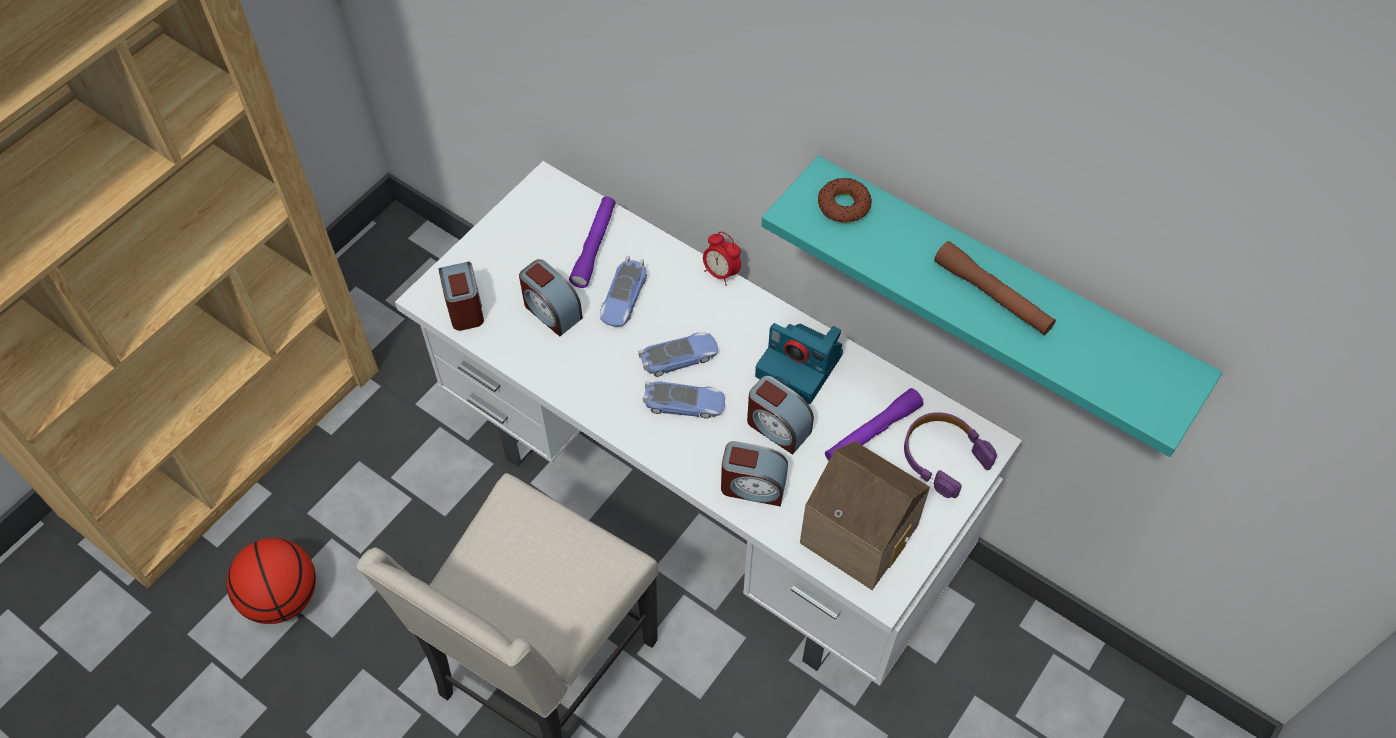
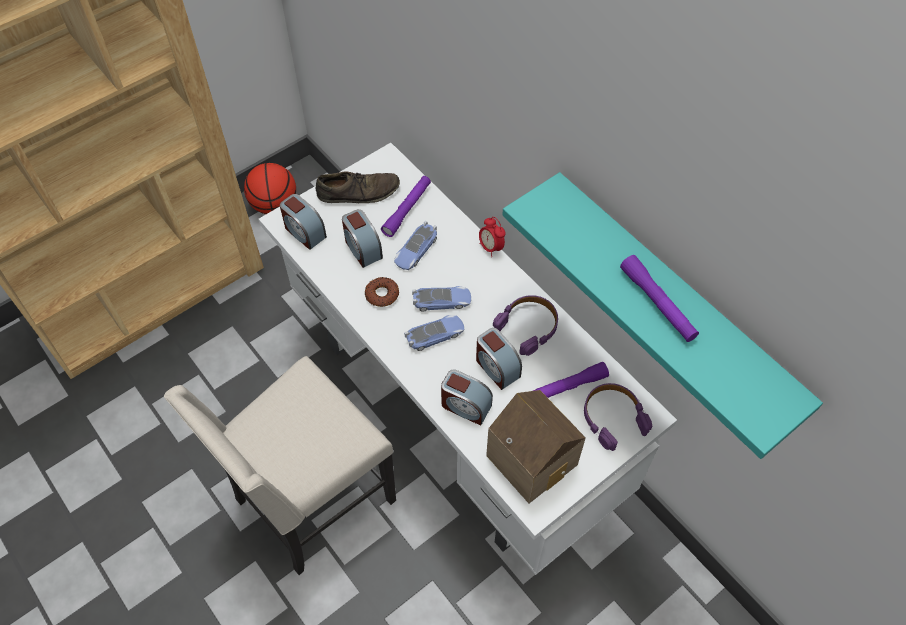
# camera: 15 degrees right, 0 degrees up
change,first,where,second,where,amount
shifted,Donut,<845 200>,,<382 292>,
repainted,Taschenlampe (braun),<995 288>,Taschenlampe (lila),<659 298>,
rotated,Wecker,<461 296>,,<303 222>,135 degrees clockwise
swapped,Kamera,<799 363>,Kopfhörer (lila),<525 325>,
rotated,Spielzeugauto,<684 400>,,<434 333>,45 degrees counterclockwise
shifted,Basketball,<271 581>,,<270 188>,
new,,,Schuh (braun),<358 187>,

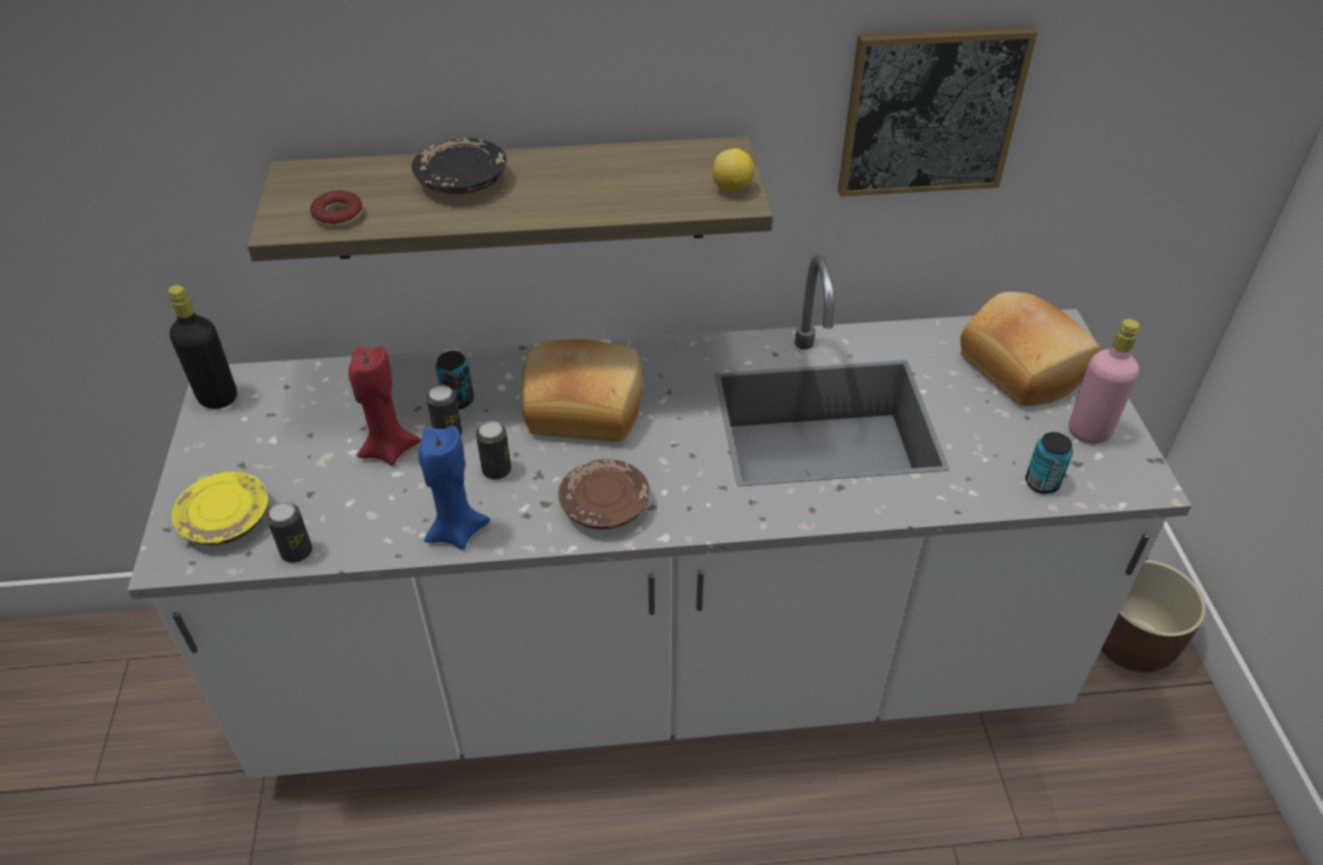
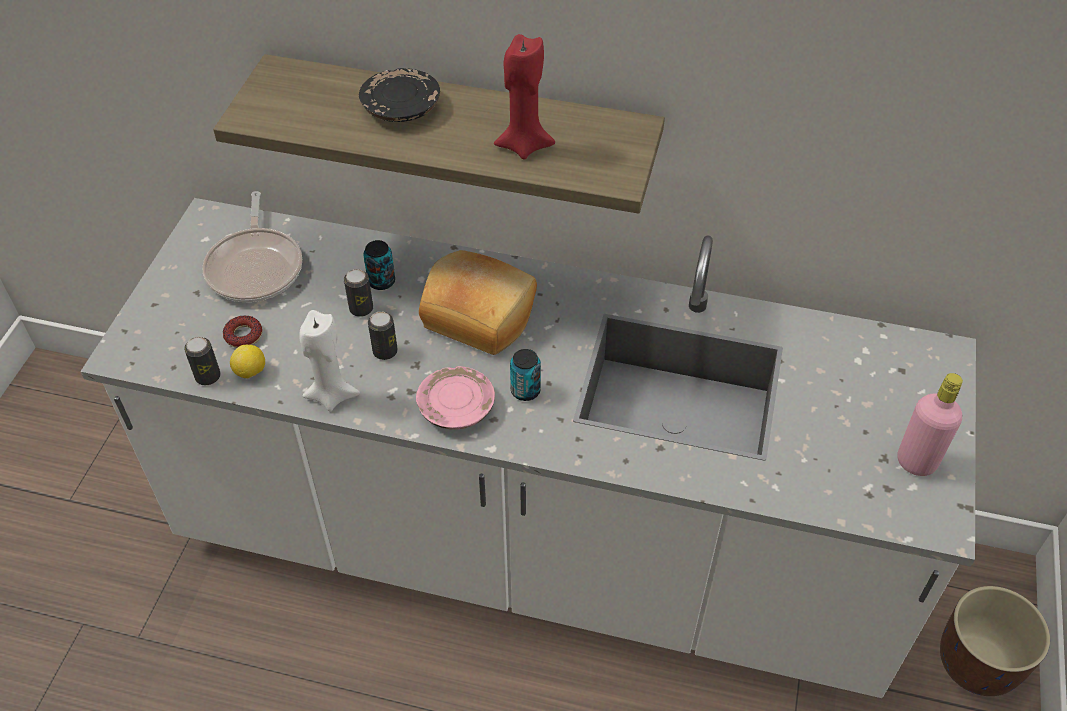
# camera: 20 degrees right, 5 degrees up
change,first,where,second,where,amount
gone,Bild,<938 111>,,,
shifted,Zitrone,<733 169>,,<247 362>,
shifted,Donut,<336 209>,,<242 331>,
gone,Flasche (schwarz),<202 347>,,,
gone,Brot,<1030 349>,,,
shifted,Kerze (rot),<385 405>,,<524 96>,
repainted,Kerze (blau),<454 487>,Kerze (weiß),<329 360>,
shifted,Dose,<1049 463>,,<525 375>,
repainted,Teller (braun),<604 494>,Teller (rosa),<455 398>,
gone,Teller (gelb),<220 509>,,,
new,,,Pfanne,<252 246>,

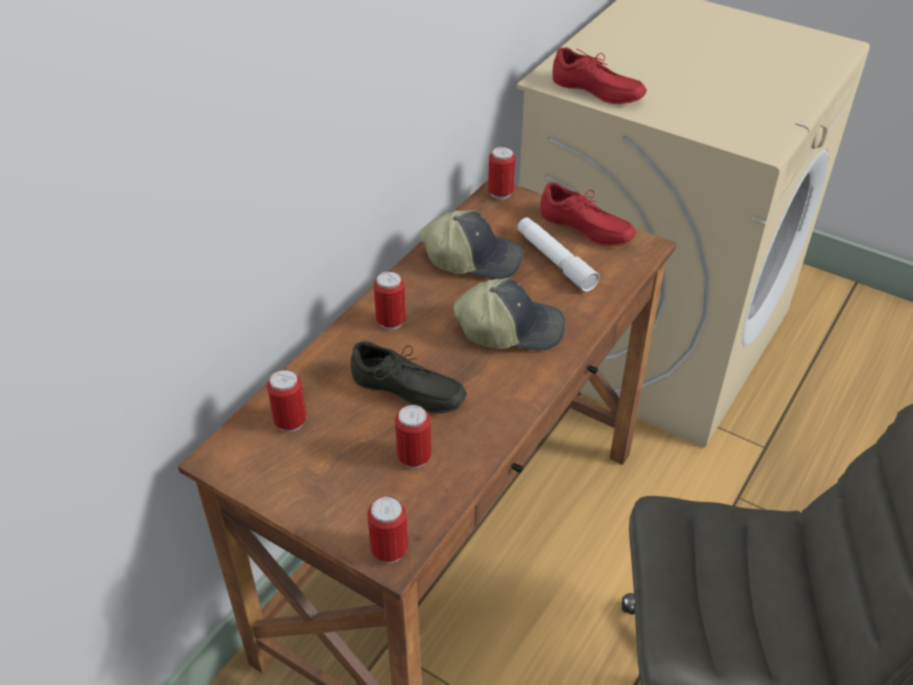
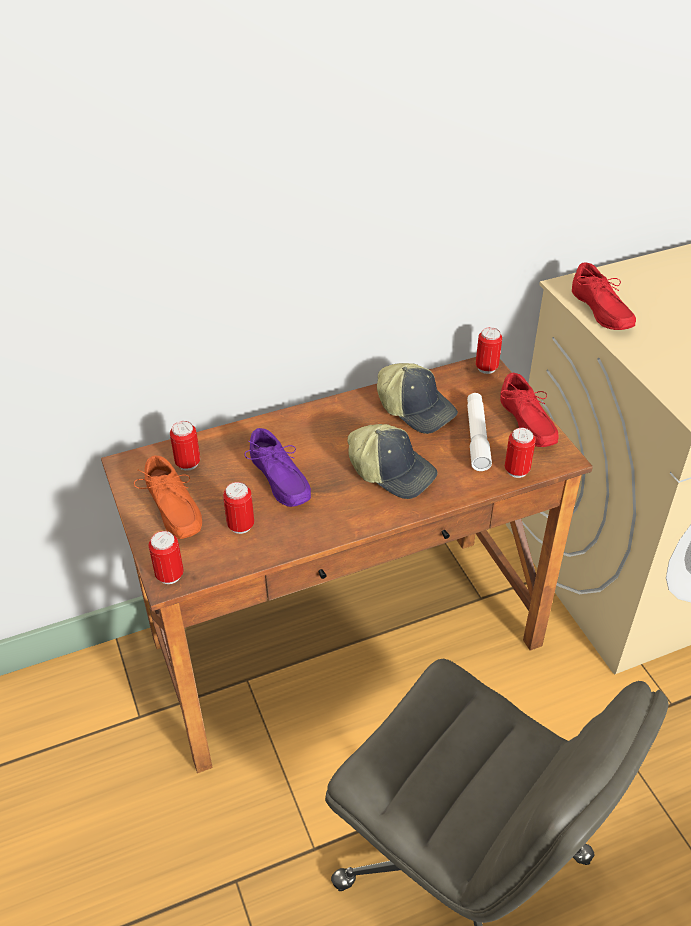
# camera: 35 degrees right, 0 degrees up
change,first,where,second,where,amount
shifted,Dose,<390 300>,,<520 453>,
repainted,Schuh (grau),<409 377>,Schuh (lila),<278 467>,
new,,,Schuh (orange),<168 497>,

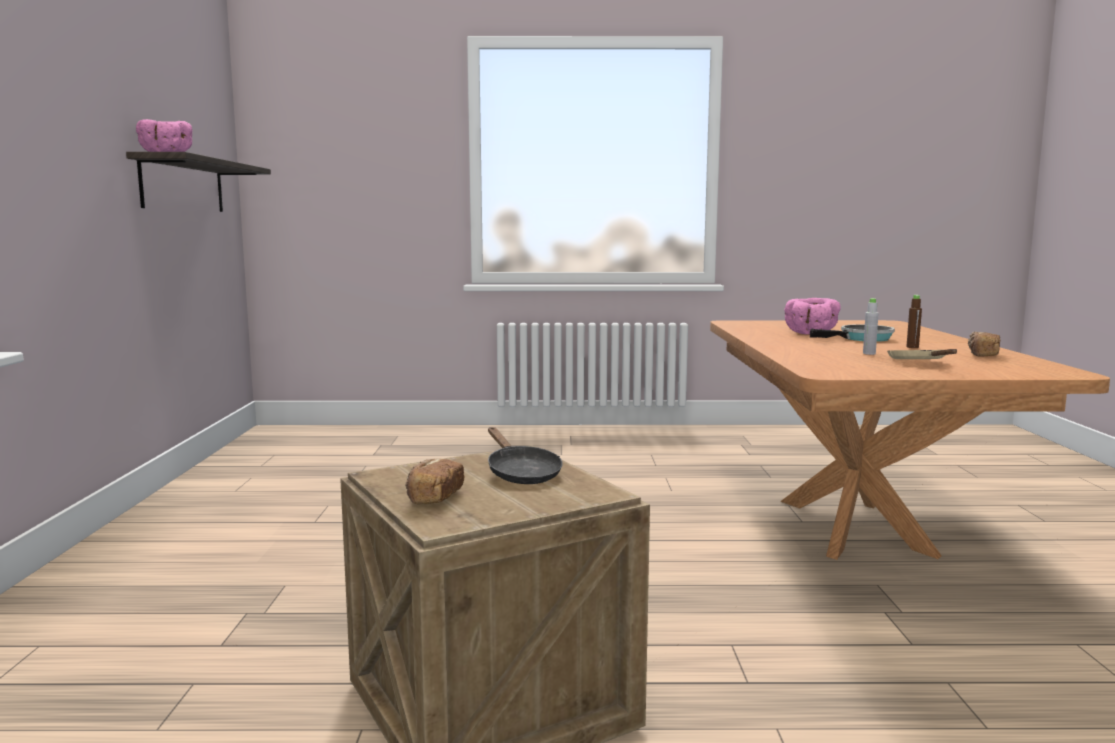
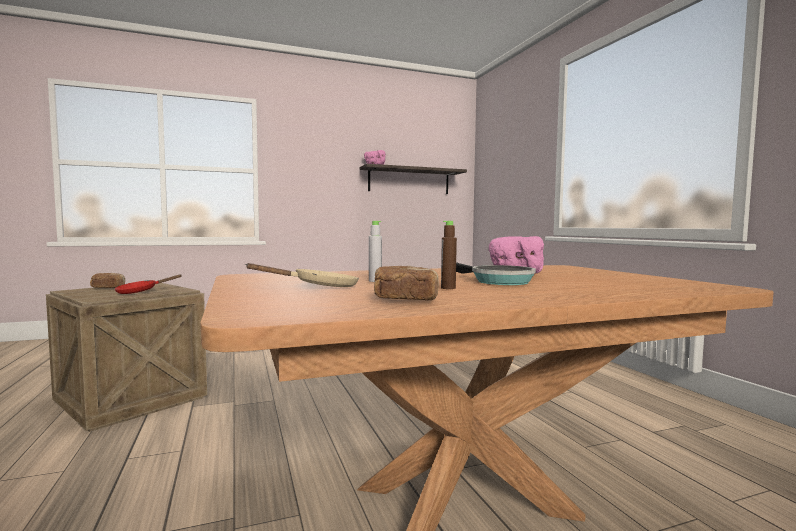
# camera: 70 degrees right, 5 degrees down
change,first,where,second,where,amount
repainted,Pfanne (schwarz),<525 455>,Pfanne (rot),<147 284>,

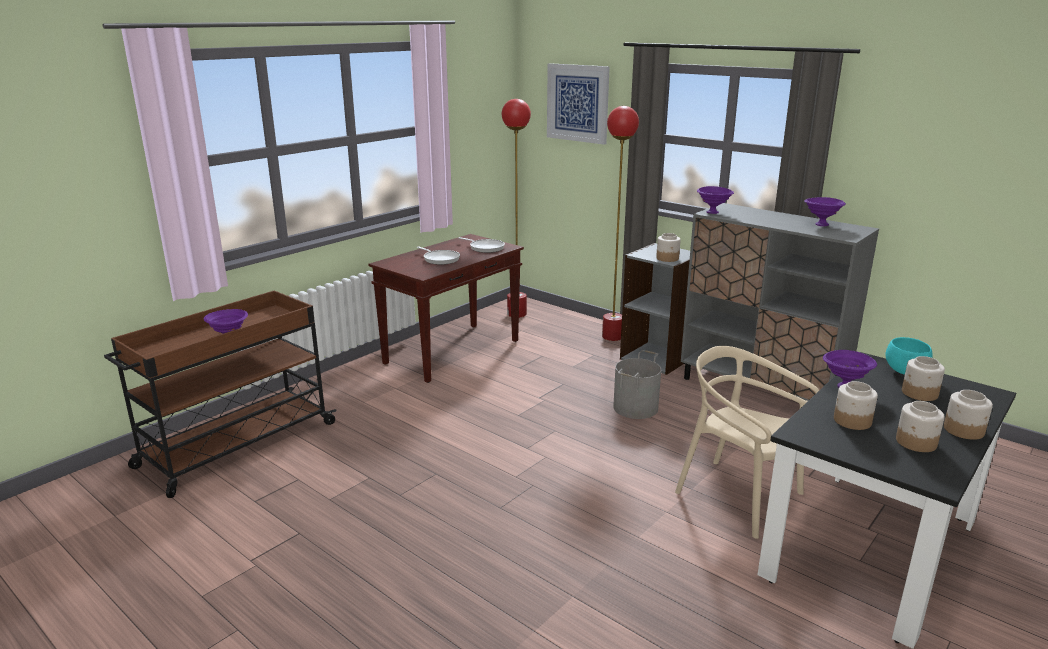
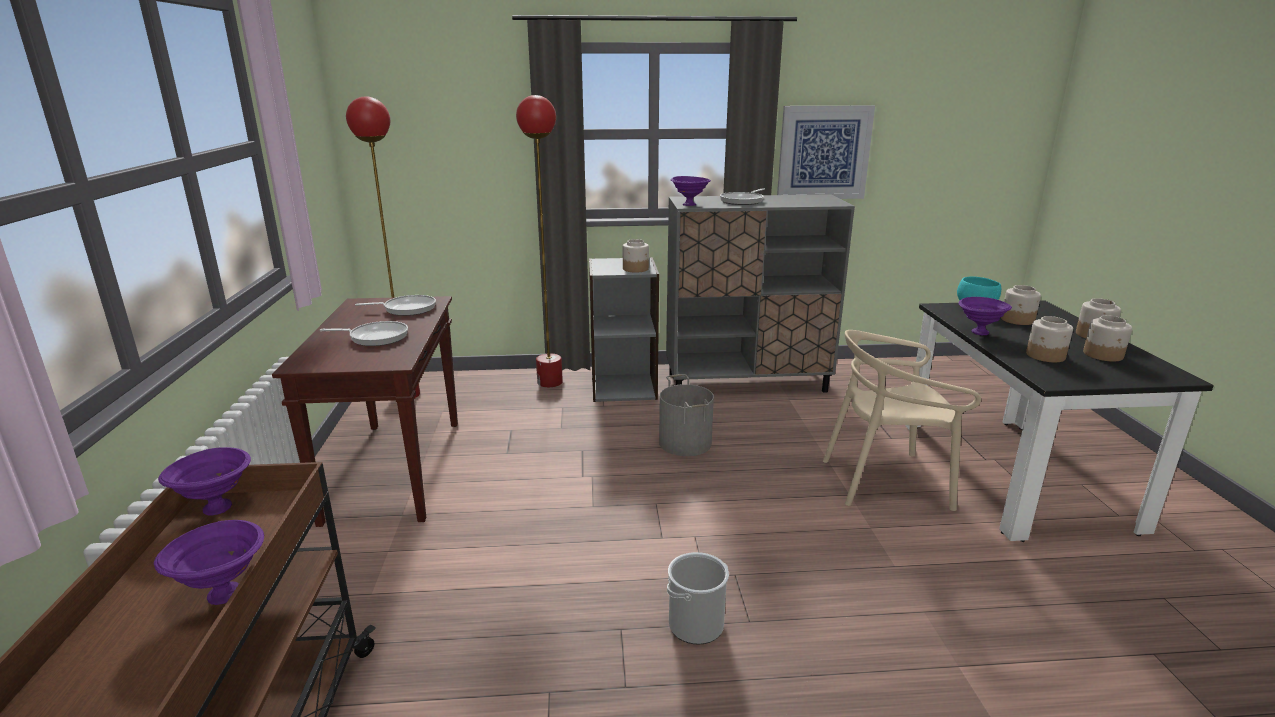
# camera: 45 degrees left, 0 degrees up
change,first,where,second,where,amount
shifted,Bild,<578 104>,,<826 152>,
shifted,Schüssel (lila),<825 211>,,<204 481>,
new,,,Pfanne,<742 196>,
new,,,Eimer,<698 598>,

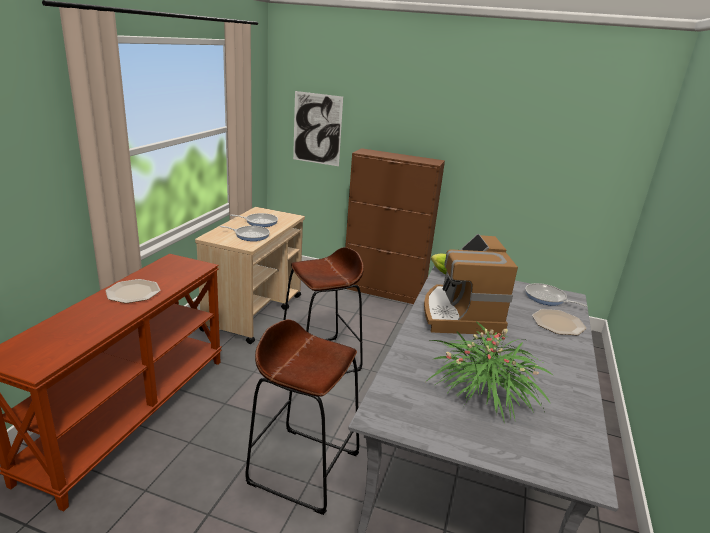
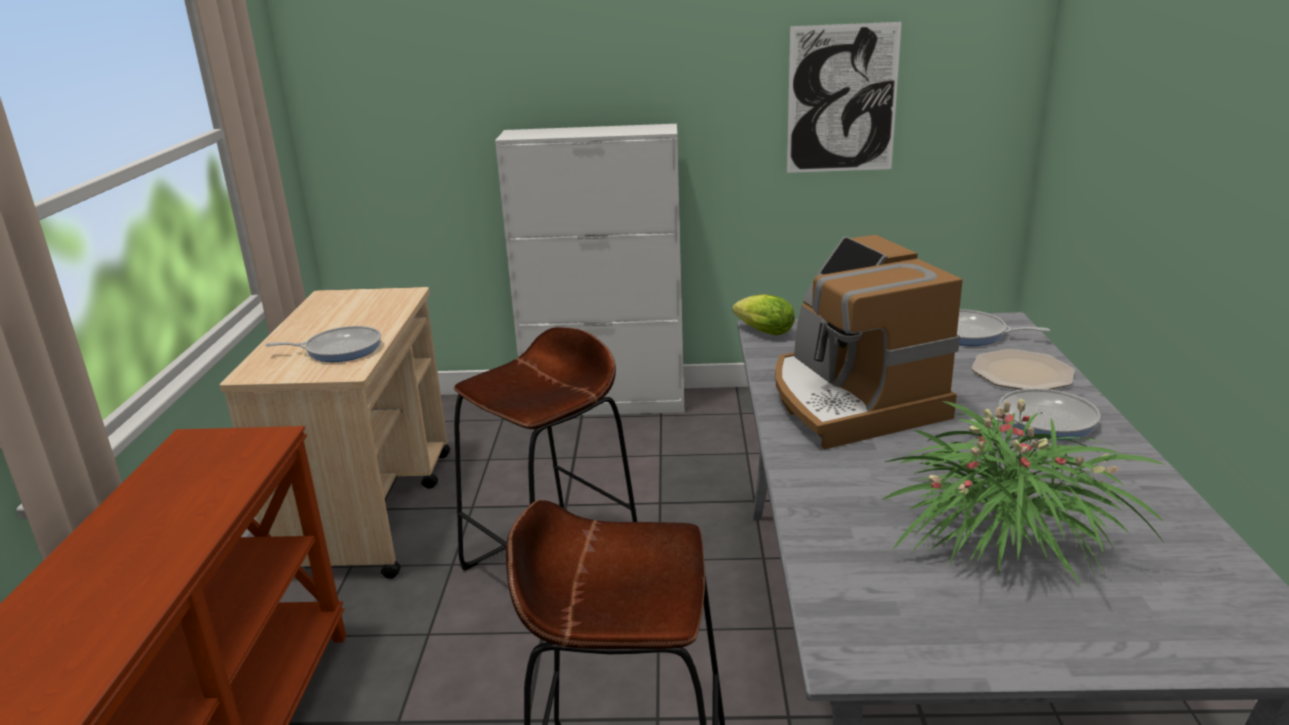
# camera: 15 degrees left, 0 degrees up
change,first,where,second,where,amount
shifted,Bild,<318 128>,,<844 97>,
repainted,Schrank (braun),<395 226>,Schrank (weiß),<589 269>,
shifted,Pfanne,<254 220>,,<1033 414>,
gone,Teller,<133 291>,,,

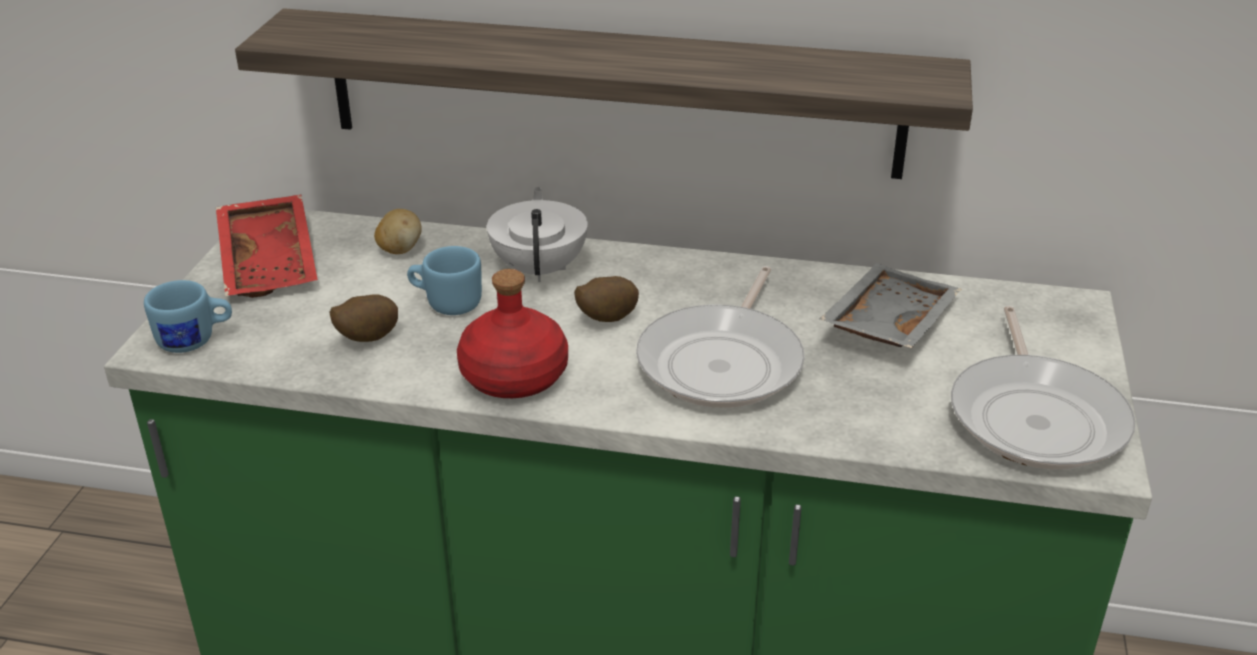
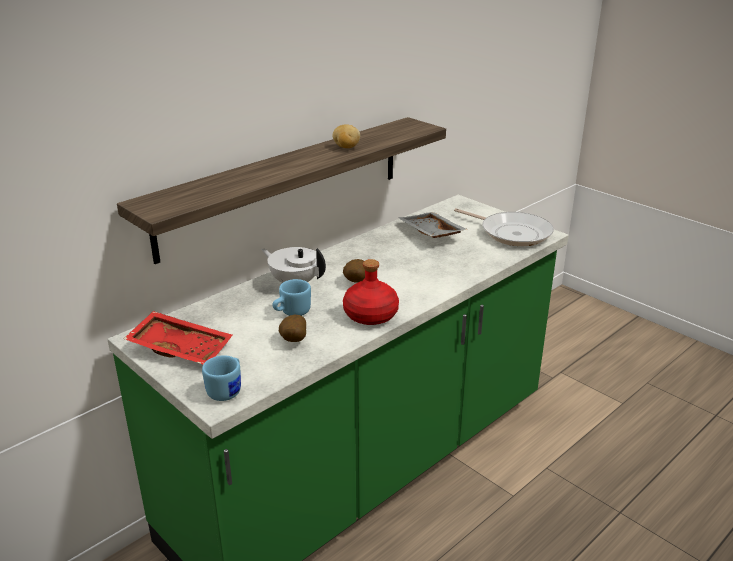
# camera: 55 degrees left, 5 degrees down
change,first,where,second,where,amount
shifted,Kartoffel,<398 231>,,<346 136>,
gone,Pfanne,<720 337>,,,

